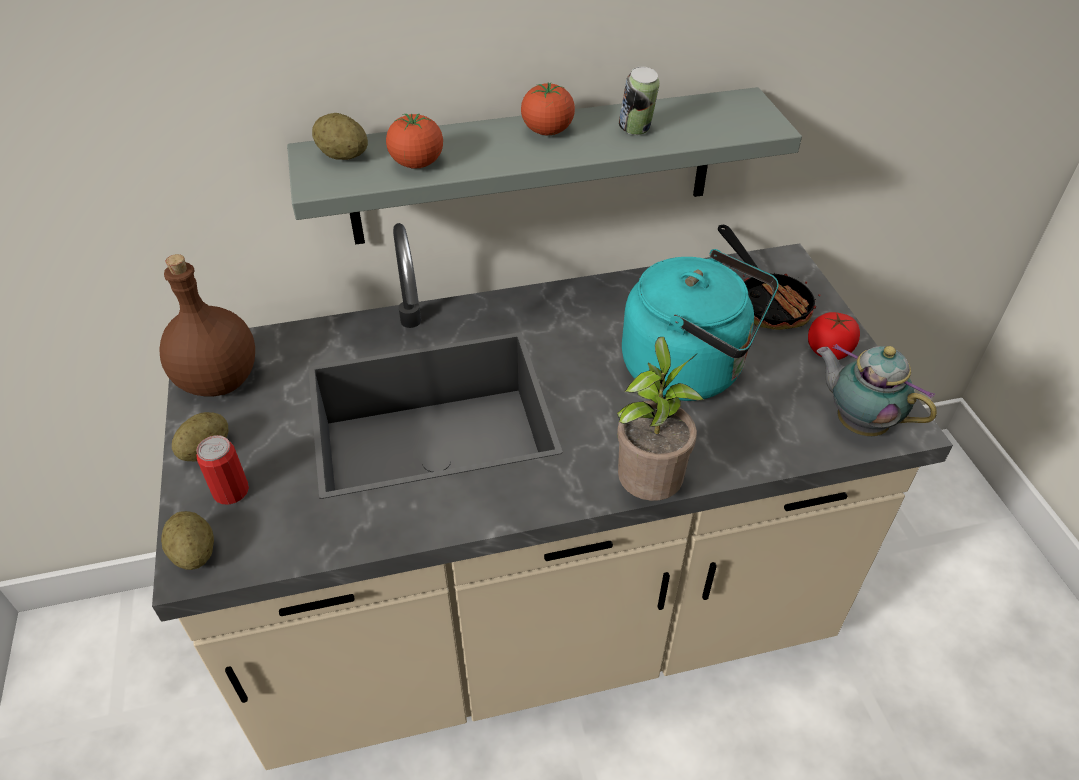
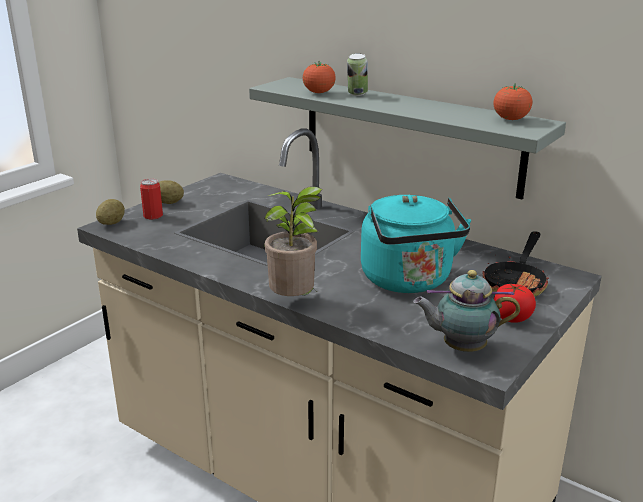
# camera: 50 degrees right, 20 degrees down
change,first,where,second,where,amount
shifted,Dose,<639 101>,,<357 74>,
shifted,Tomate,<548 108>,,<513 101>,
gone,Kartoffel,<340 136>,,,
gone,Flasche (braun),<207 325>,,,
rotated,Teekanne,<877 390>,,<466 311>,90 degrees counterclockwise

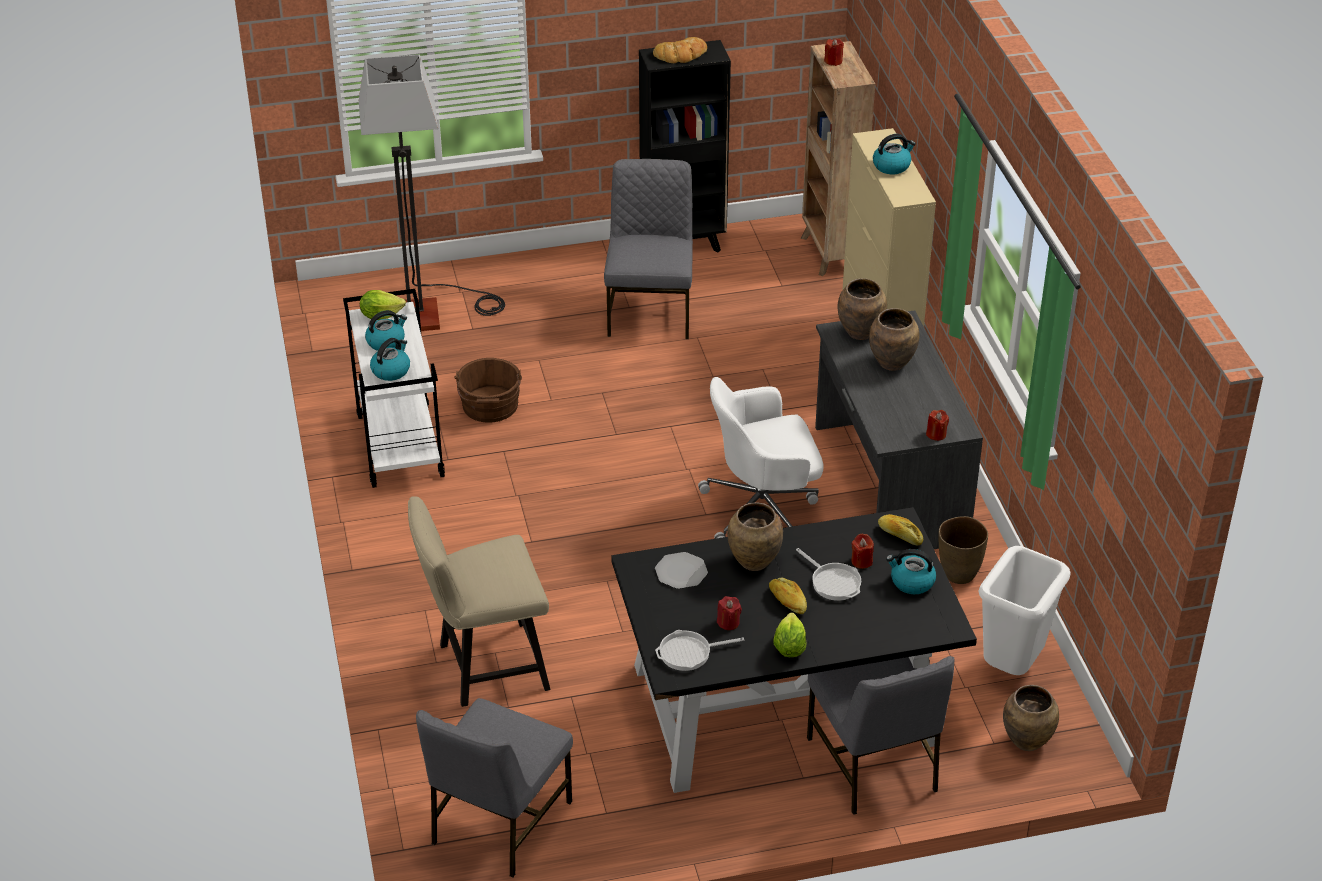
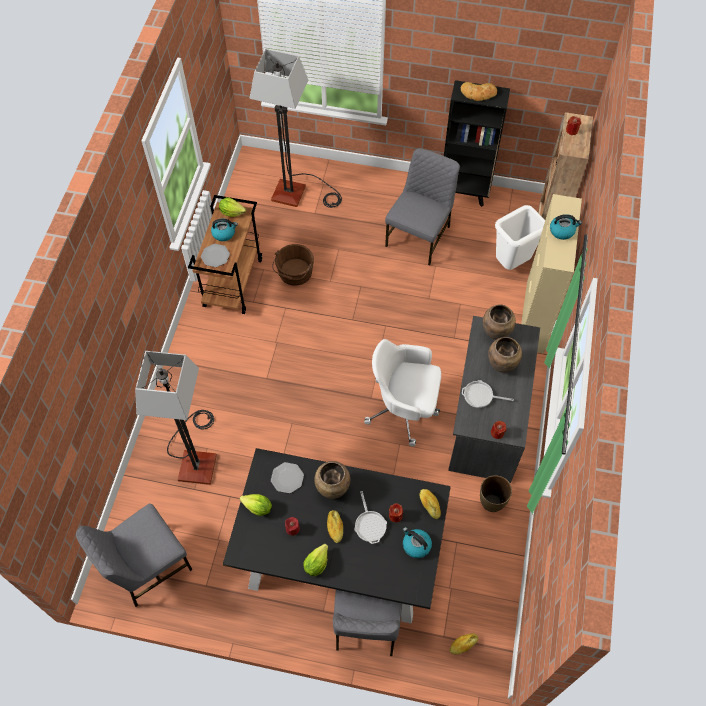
# camera: 25 degrees right, 20 degrees up
change,first,where,second,where,amount
repainted,Rollwagen (weiß),<394 388>,Rollwagen (braun),<225 254>,
swapped,Wasserkessel,<390 359>,Teller,<215 255>,
swapped,Stuhl (beige),<479 601>,Stehlampe,<176 418>,
shifted,Mülleimer (weiß),<1024 610>,,<520 237>,
shifted,Pfanne,<699 650>,,<488 394>,
swapped,Vase (braun),<1031 718>,Brot,<463 643>,
new,,,Salatkopf,<255 505>,

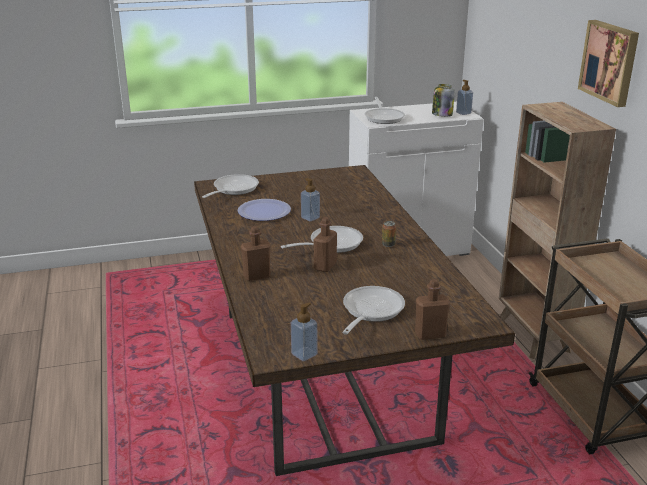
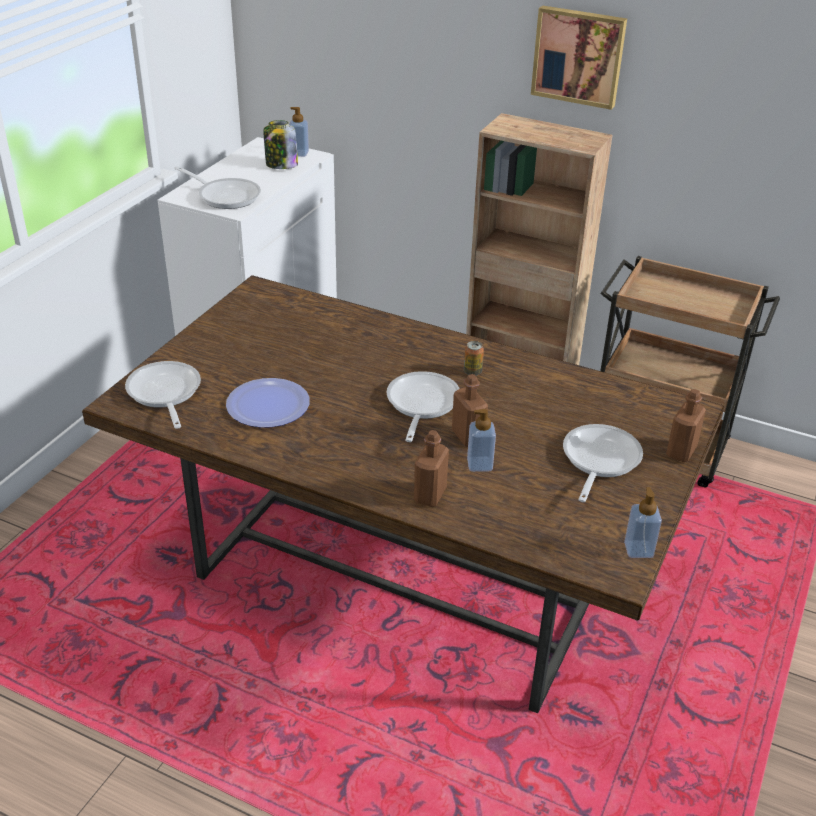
# camera: 50 degrees left, 10 degrees up
change,first,where,second,where,amount
shifted,Seifenspender,<310 199>,,<481 440>,
rotated,Pfanne,<373 310>,,<603 463>,45 degrees clockwise

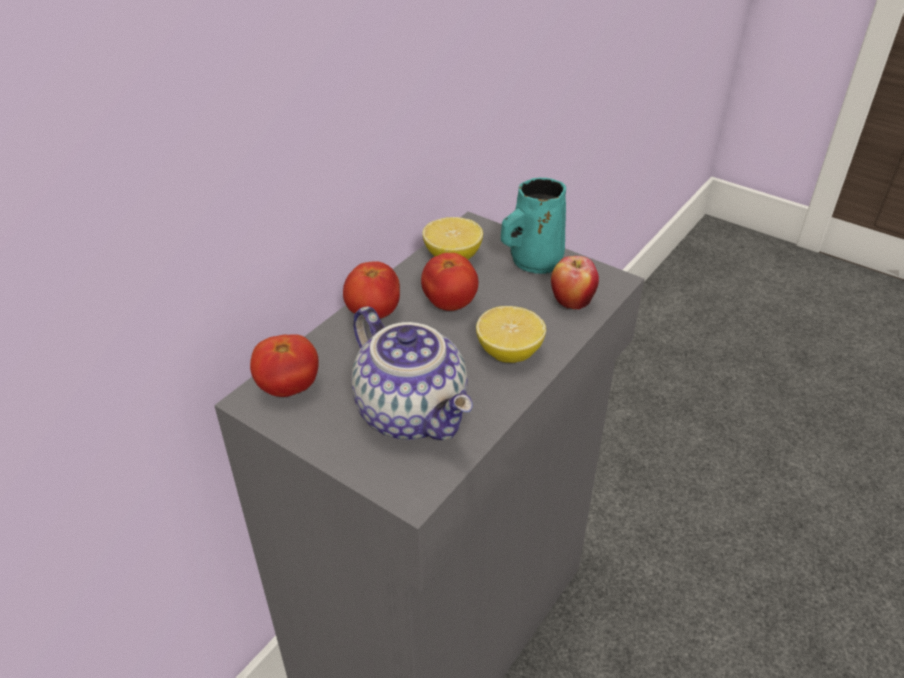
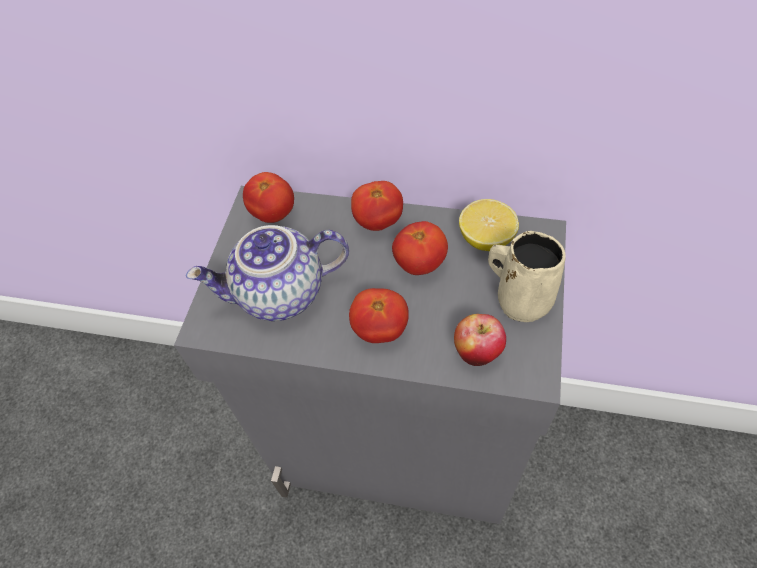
# camera: 70 degrees right, 15 degrees up
change,first,where,second,where,amount
repainted,Henkelbecher (türkis),<533 226>,Henkelbecher (beige),<527 276>,
rotated,Teekanne,<412 373>,,<267 273>,45 degrees clockwise
swapped,Zitrone,<511 334>,Tomate,<379 315>,

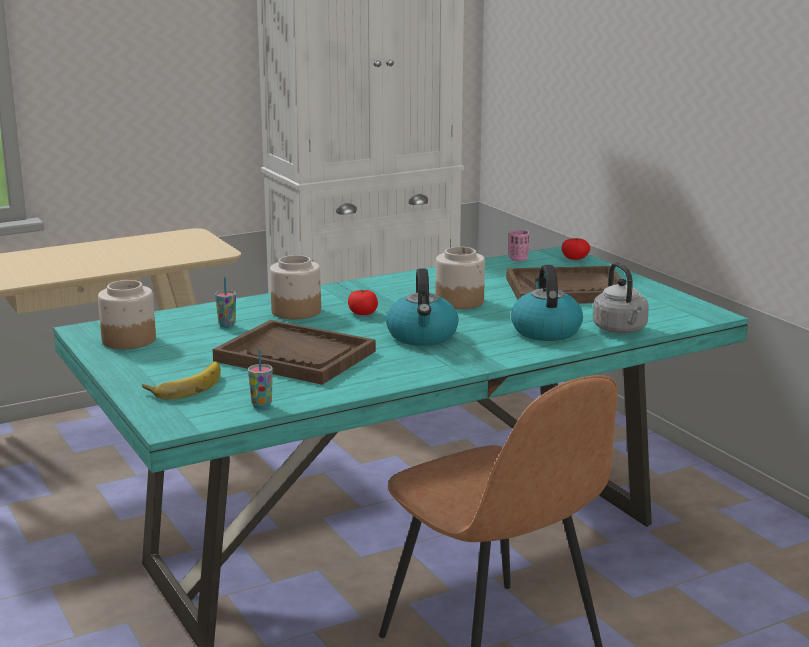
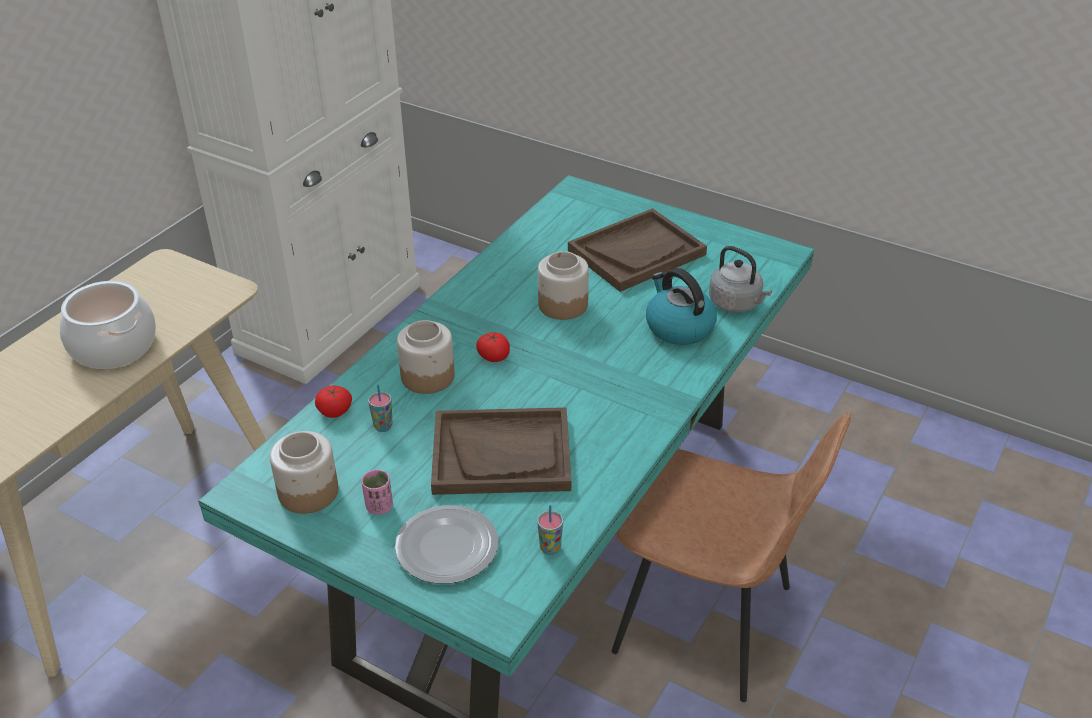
# camera: 30 degrees left, 20 degrees up
change,first,where,second,where,amount
shifted,Tasse (rosa),<519 245>,,<377 492>,
shifted,Tomate,<576 249>,,<333 402>,
gone,Wasserkessel,<422 307>,,,
swapped,Banane,<181 380>,Teller,<446 544>,
new,,,Kochtopf,<108 325>,

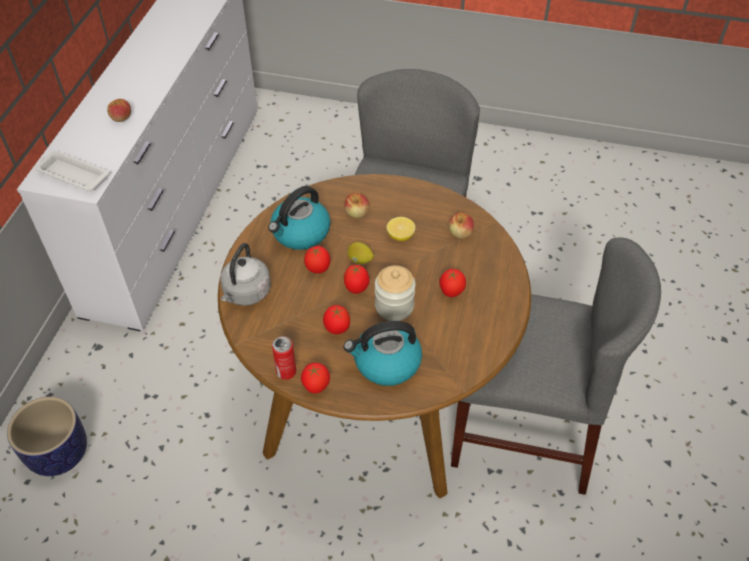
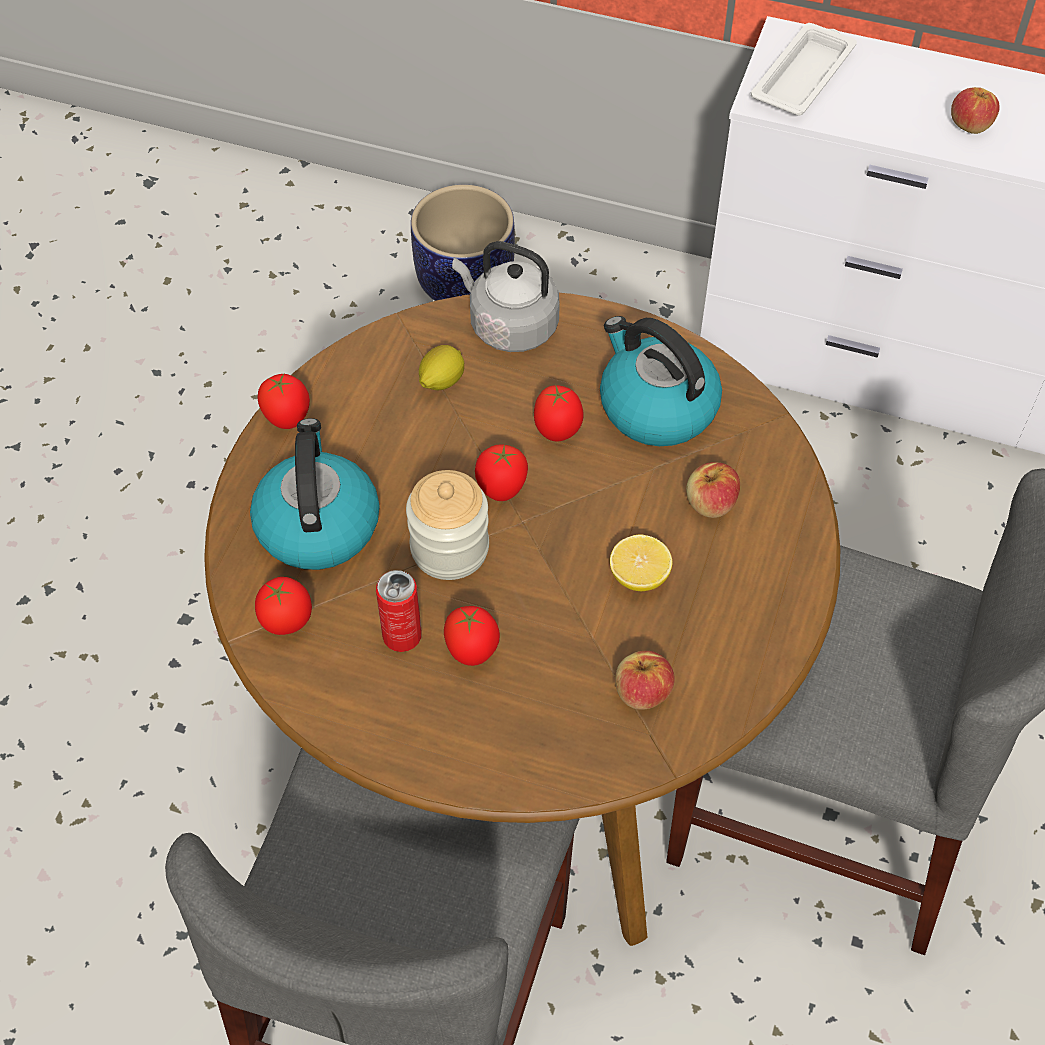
# camera: 95 degrees right, 5 degrees up
change,first,where,second,where,amount
shifted,Zitrone,<360 253>,,<441 367>,
shifted,Tomate,<336 319>,,<283 606>,
shifted,Dose,<284 358>,,<399 611>,

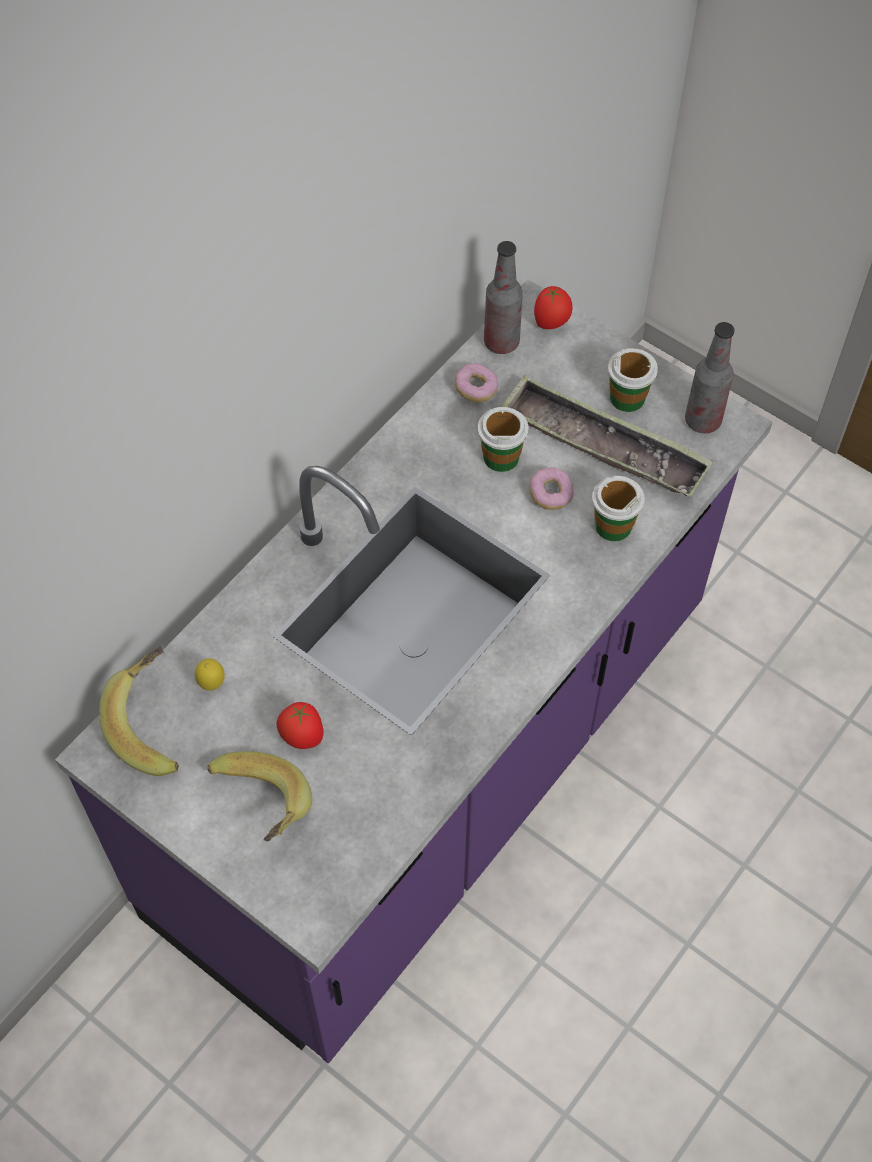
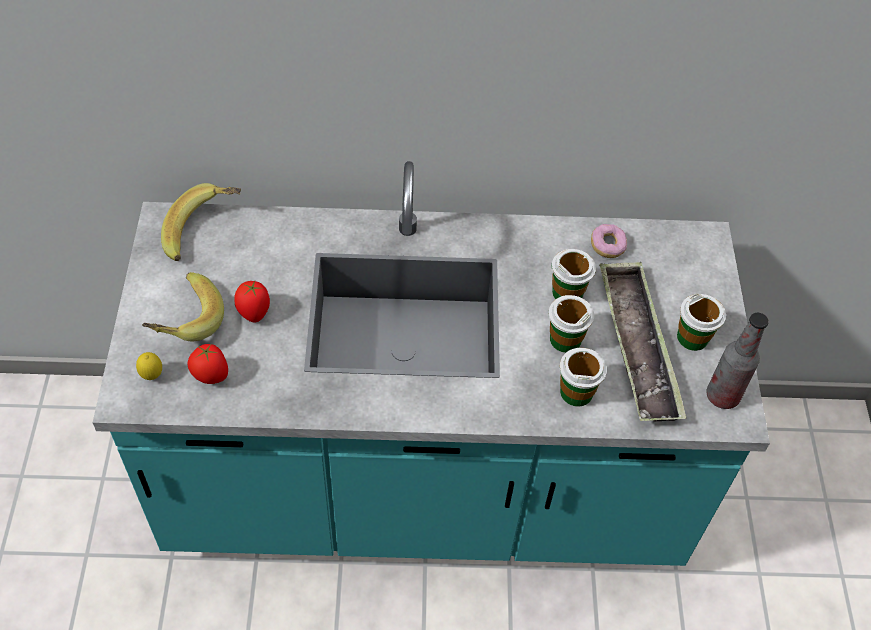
# camera: 50 degrees right, 5 degrees down
change,first,where,second,where,amount
gone,Flasche,<503 297>,,,
repainted,Küchenzeile (lila),<414 671>,Küchenzeile (türkis),<431 363>,
shifted,Tomate,<553 307>,,<208 364>,
swapped,Donut,<551 488>,Tasse,<571 324>,
shifted,Zitrone,<209 674>,,<149 366>,

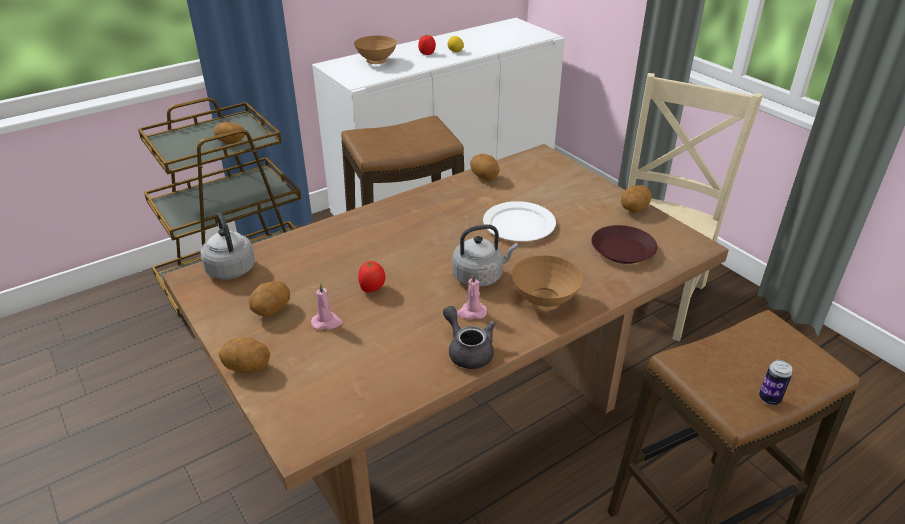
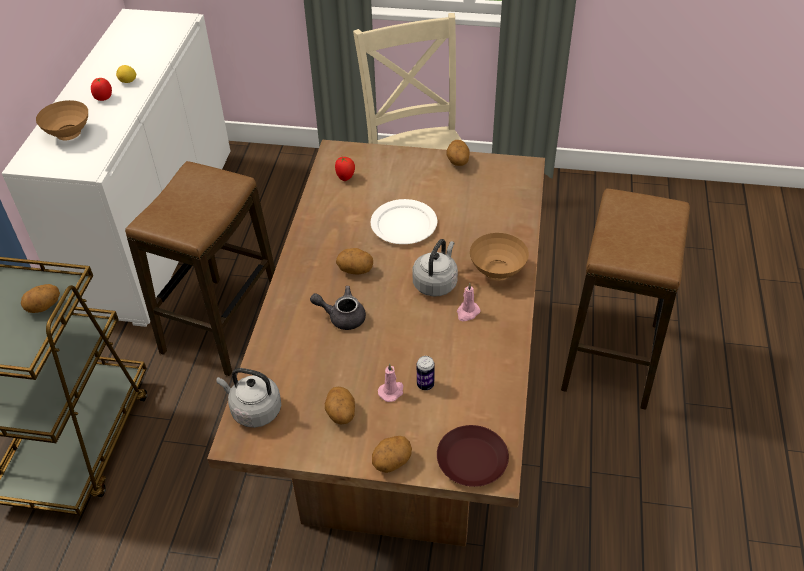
# camera: 45 degrees left, 10 degrees up
change,first,where,second,where,amount
shifted,Kartoffel,<484 167>,,<354 261>,
shifted,Teller (braun),<624 244>,,<473 456>,
shifted,Tomate,<371 276>,,<345 169>,
shifted,Teekanne (grau),<469 337>,,<338 308>,
shifted,Dose,<776 382>,,<426 373>,

